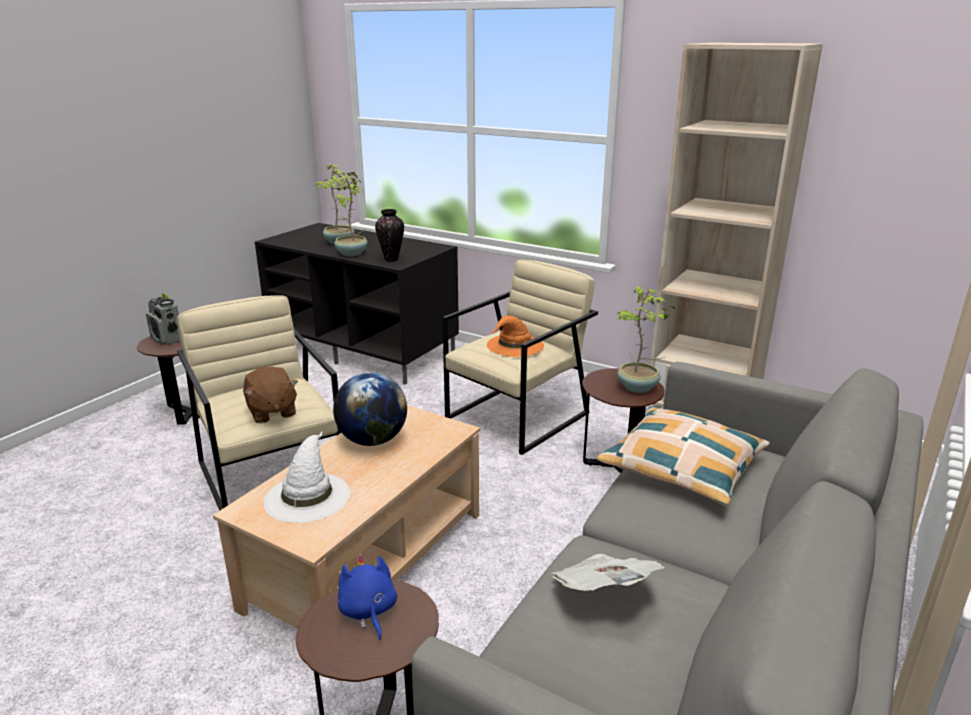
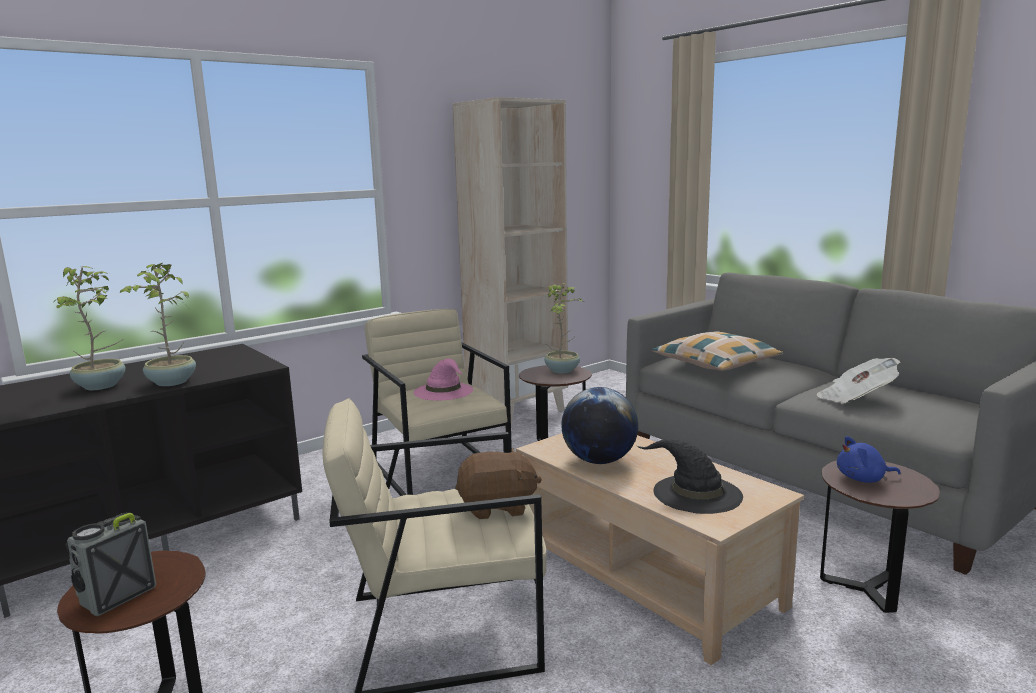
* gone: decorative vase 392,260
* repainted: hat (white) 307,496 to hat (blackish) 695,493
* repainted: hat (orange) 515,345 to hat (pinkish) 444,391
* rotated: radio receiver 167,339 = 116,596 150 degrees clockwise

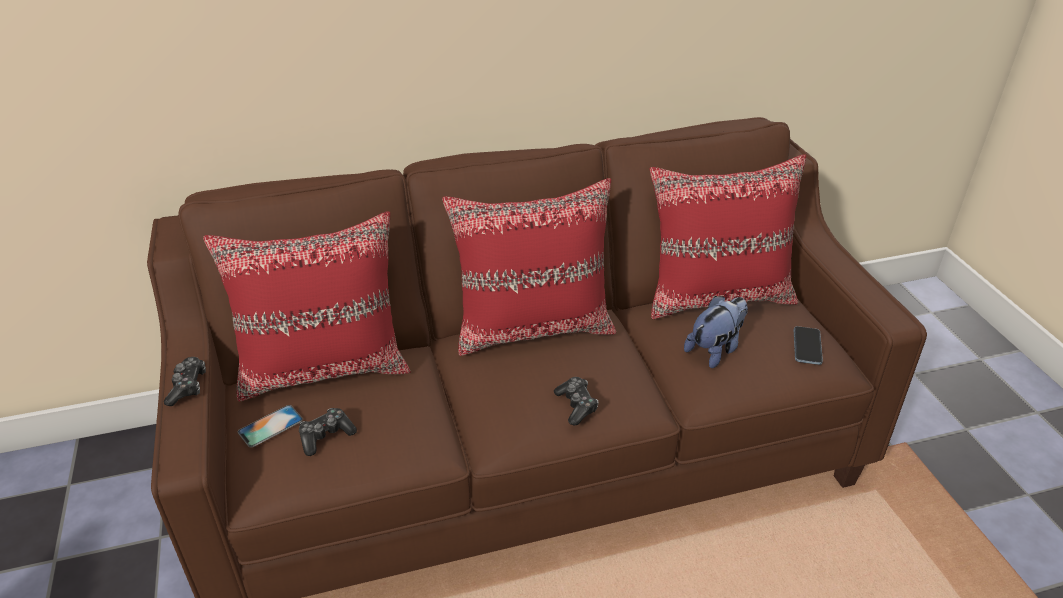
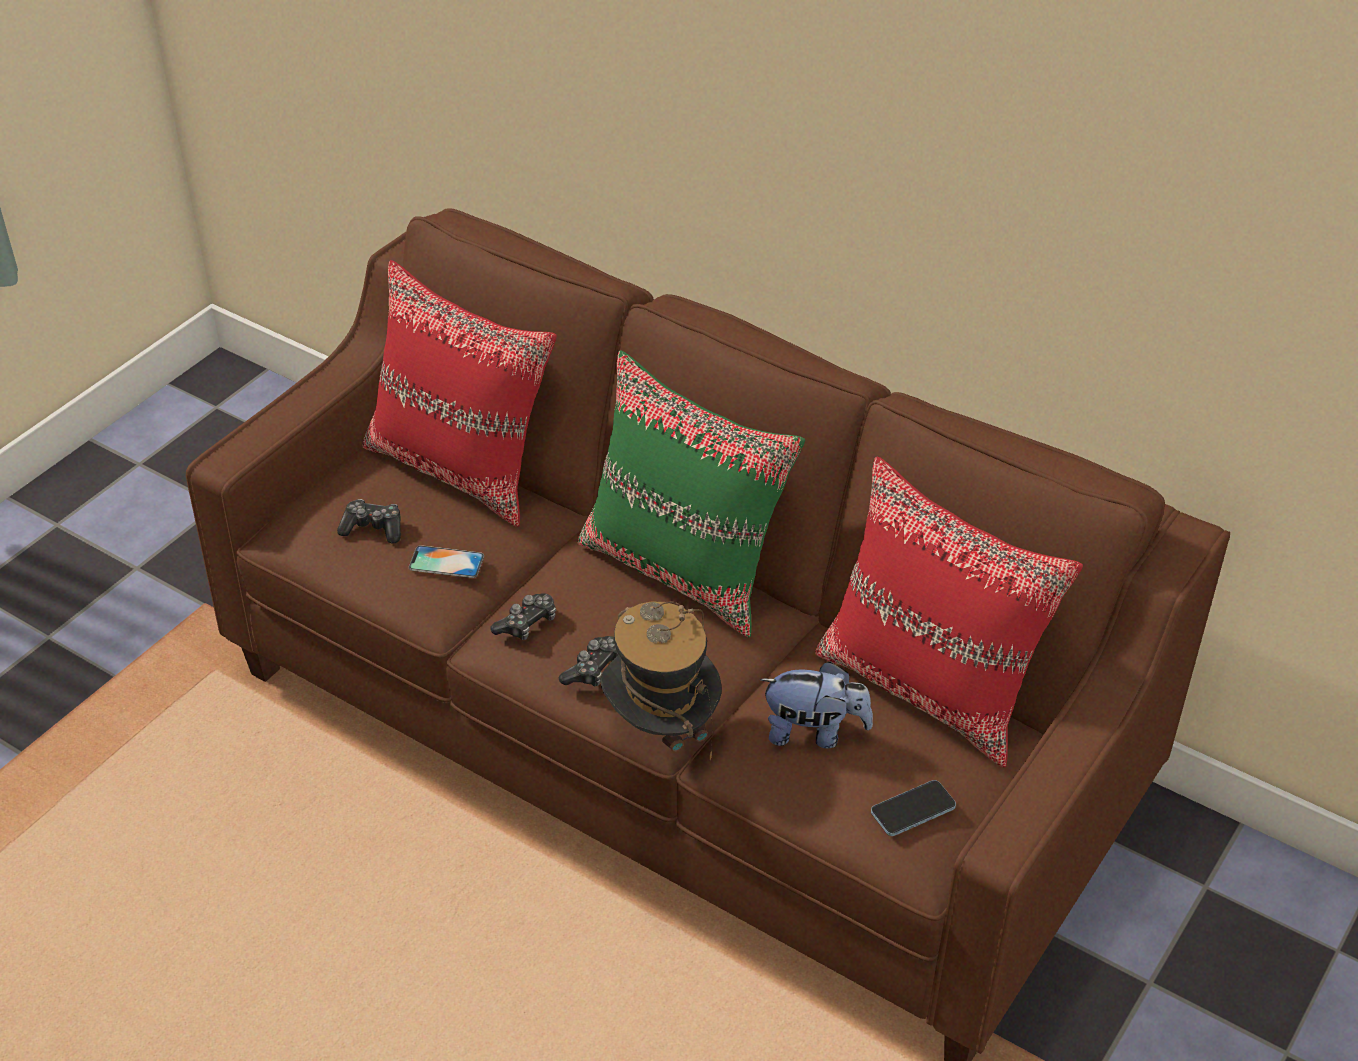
* new: hat 661,731
* shifted: game controller 187,387 to 527,624
* shifted: phone 270,426 to 446,562
* repainted: cushion (red) 533,328 to cushion (green-coloured) 684,570

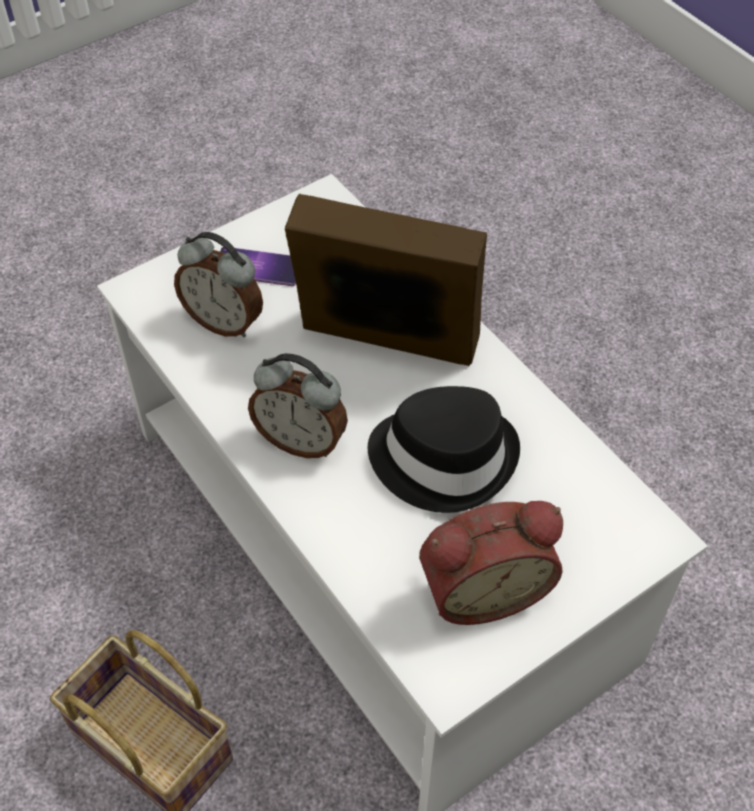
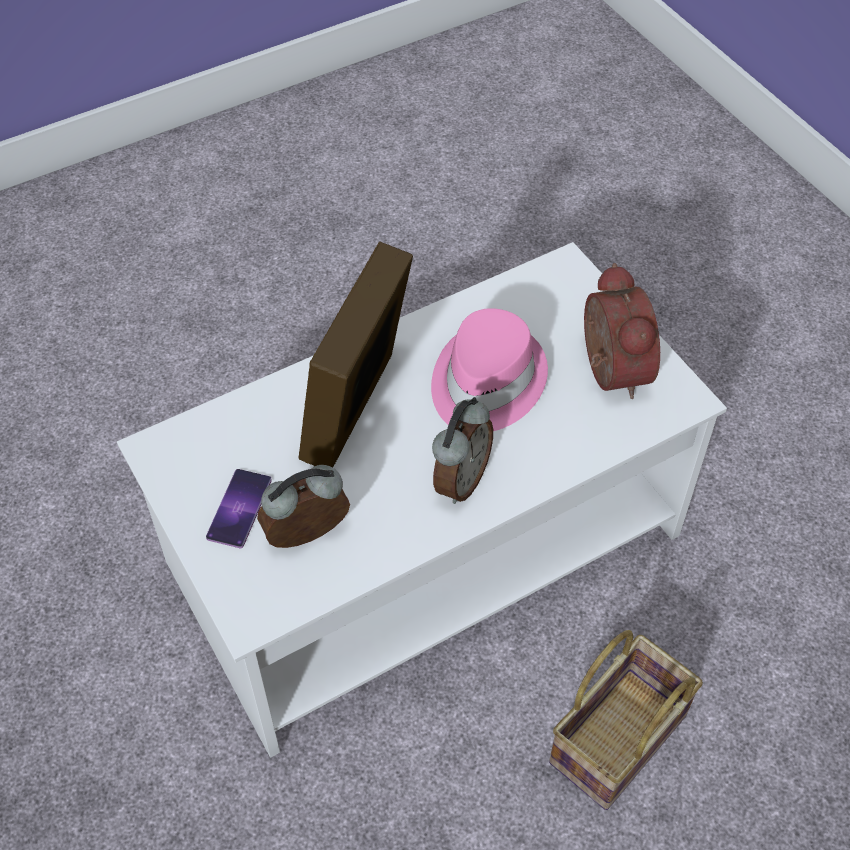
* repainted: hat (blackish) 444,457 to hat (pinkish) 485,382
* rotated: alarm clock 224,321 = 308,538 150 degrees counterclockwise

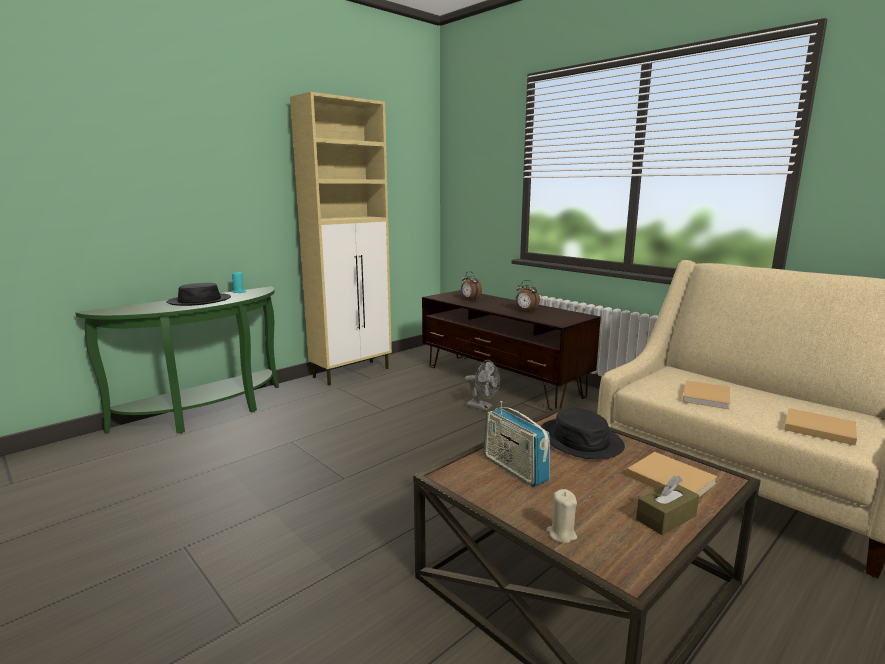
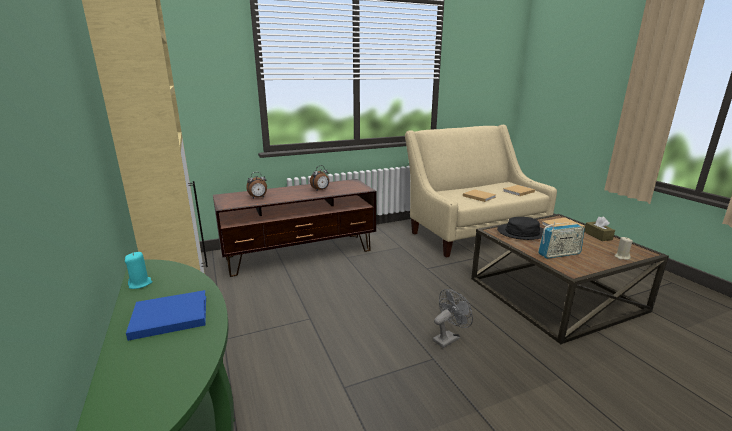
* shifted: fan (grey) 483,407 to 448,338
* swapped: hat (blackish) 199,301 to bound book (blue-coloured) 167,317

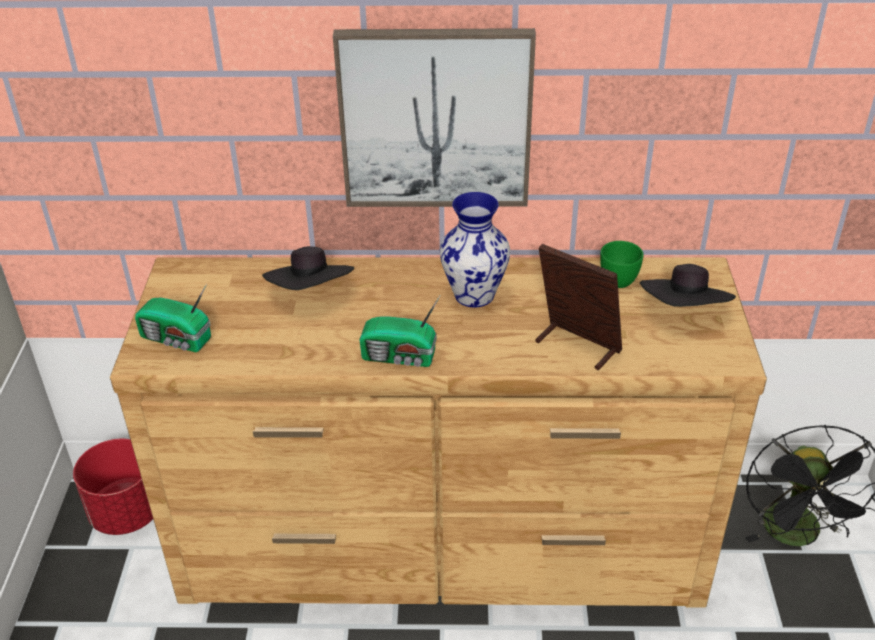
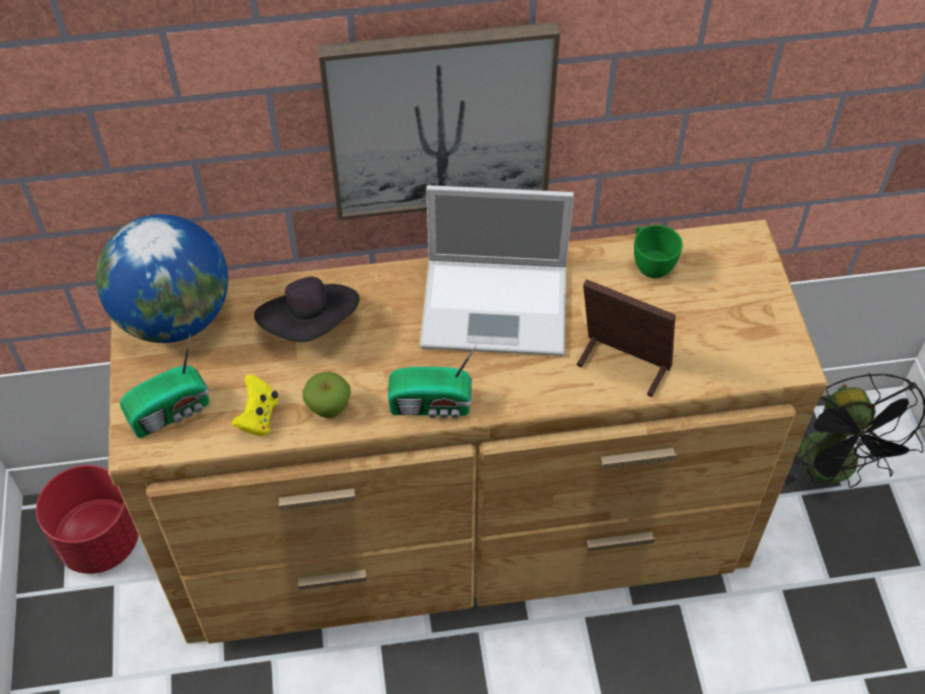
* gone: hat (blackish) 684,311
* new: desk globe 174,317
* new: game controller (yellowish) 258,417
* new: whole apple 329,408
* swapped: decorative vase 475,295 to portable computer 498,306
* rotated: radio receiver 177,339 = 172,412 45 degrees counterclockwise

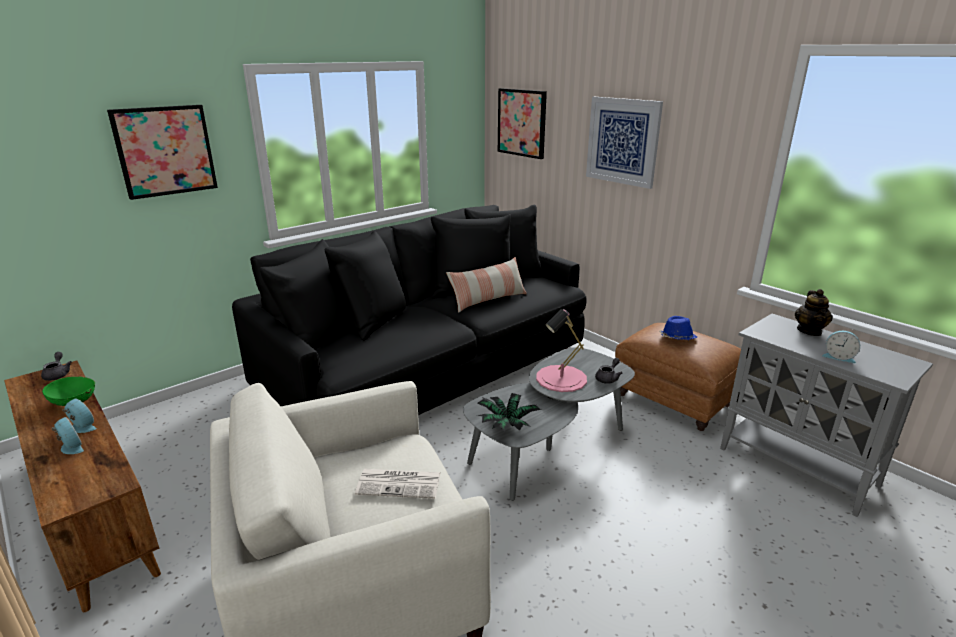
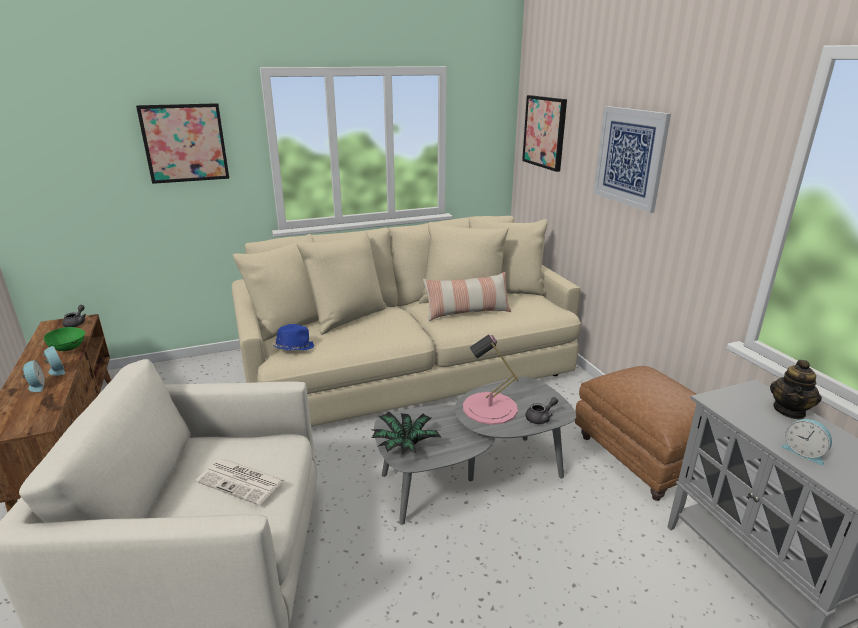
* shifted: hat (blue-coloured) 677,338 to 293,348
* repainted: settee (blackish) 428,363 to settee (beige-coloured) 408,366

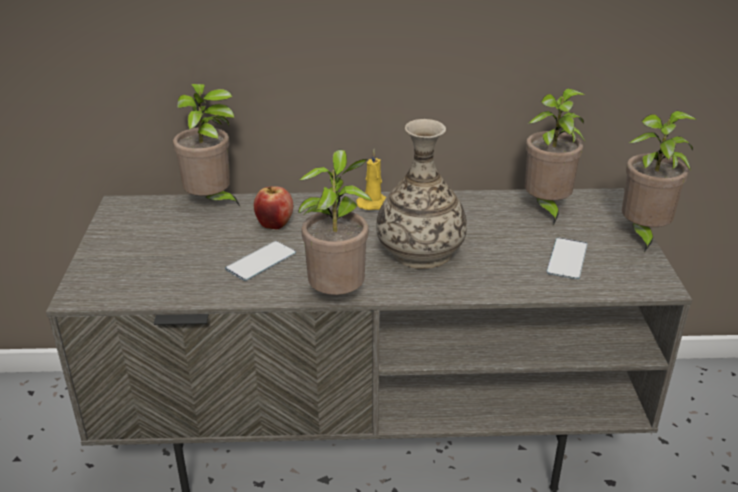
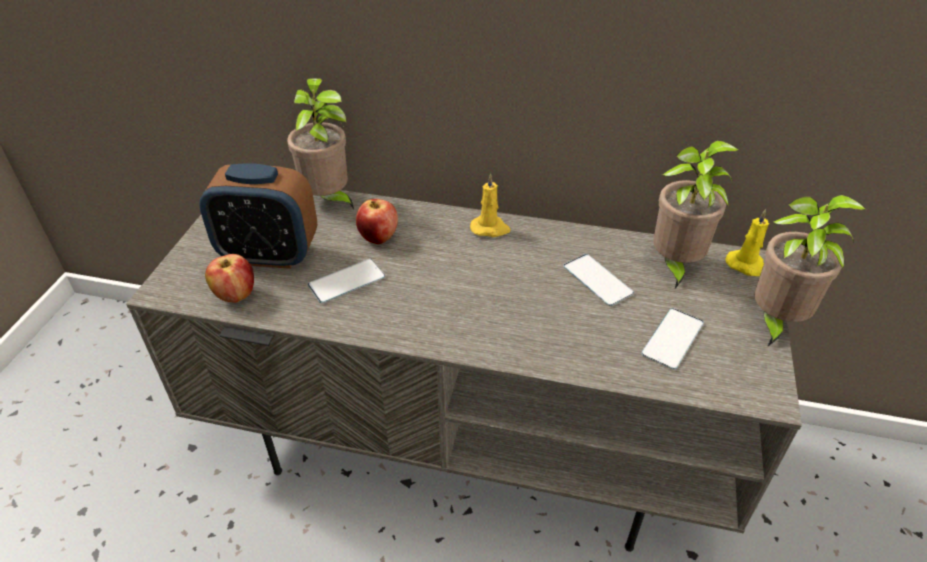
* gone: potted plant 338,296
* gone: decorative vase 421,252
* new: alarm clock 269,255
* new: whole apple 236,295
* new: phone 597,280
* new: wax light (yellowish) 747,265

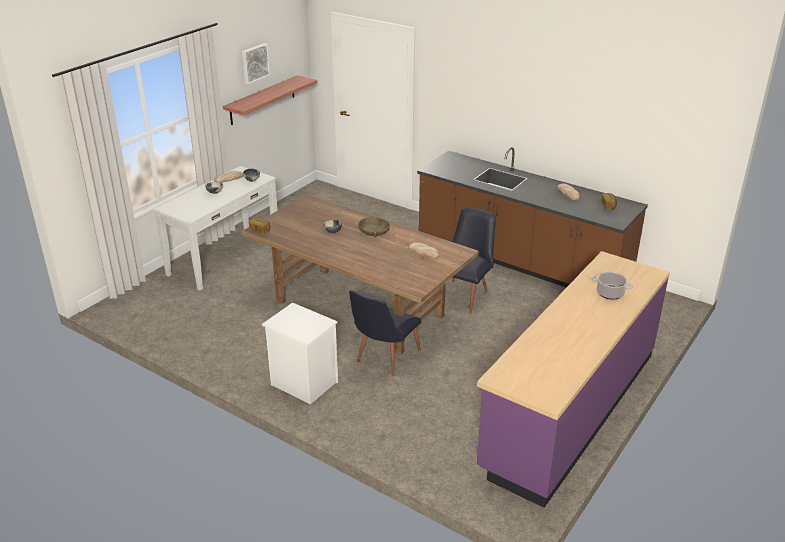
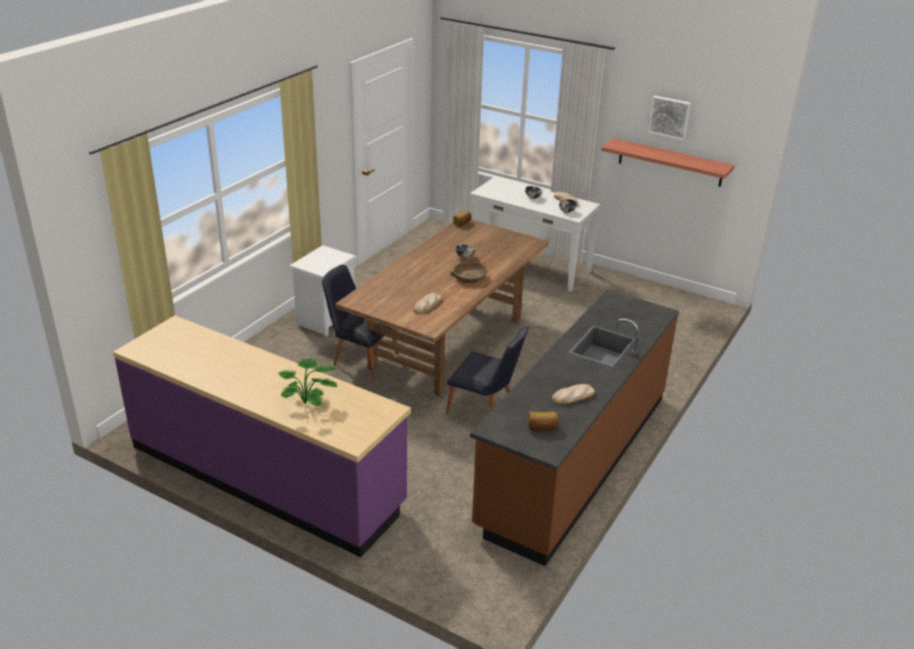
* swapped: saucepot 610,293 to potted plant 309,402

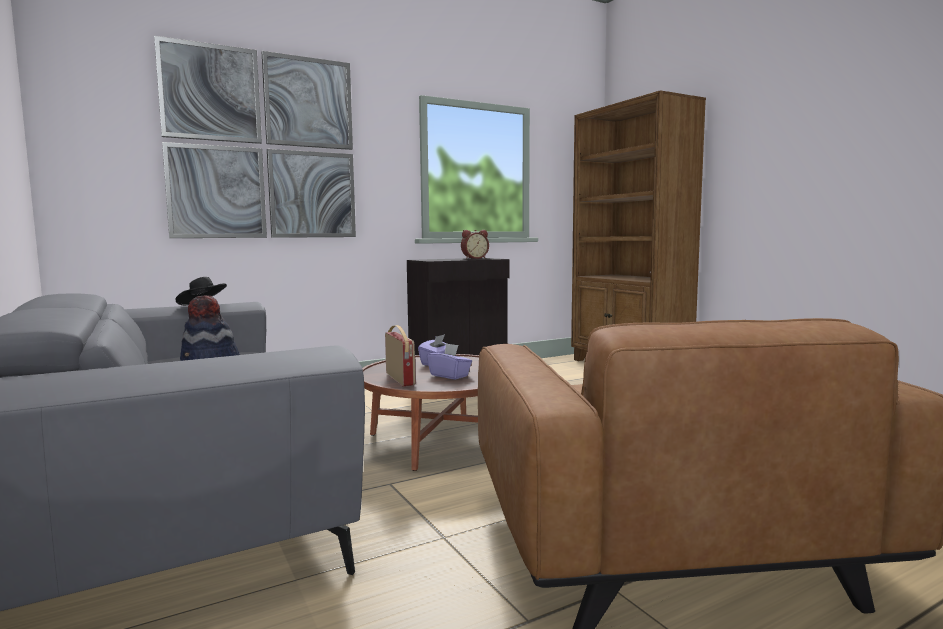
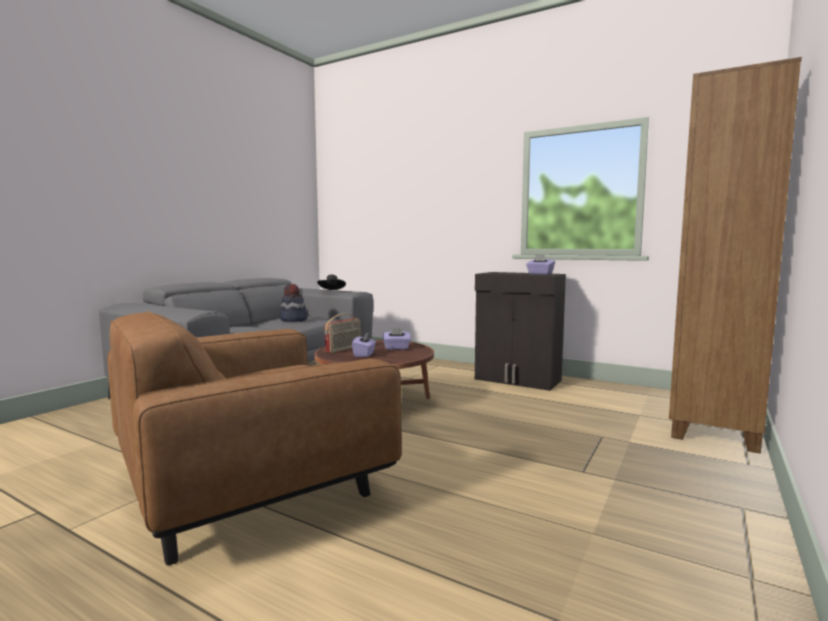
* gone: picture 263,146
* swapped: alarm clock 474,258 to tissue box (purplish) 540,274

